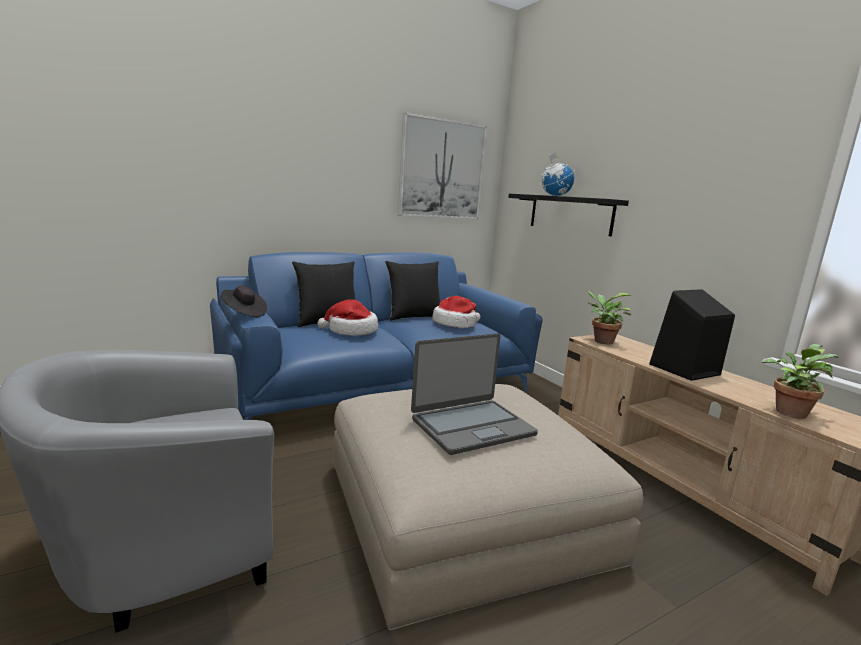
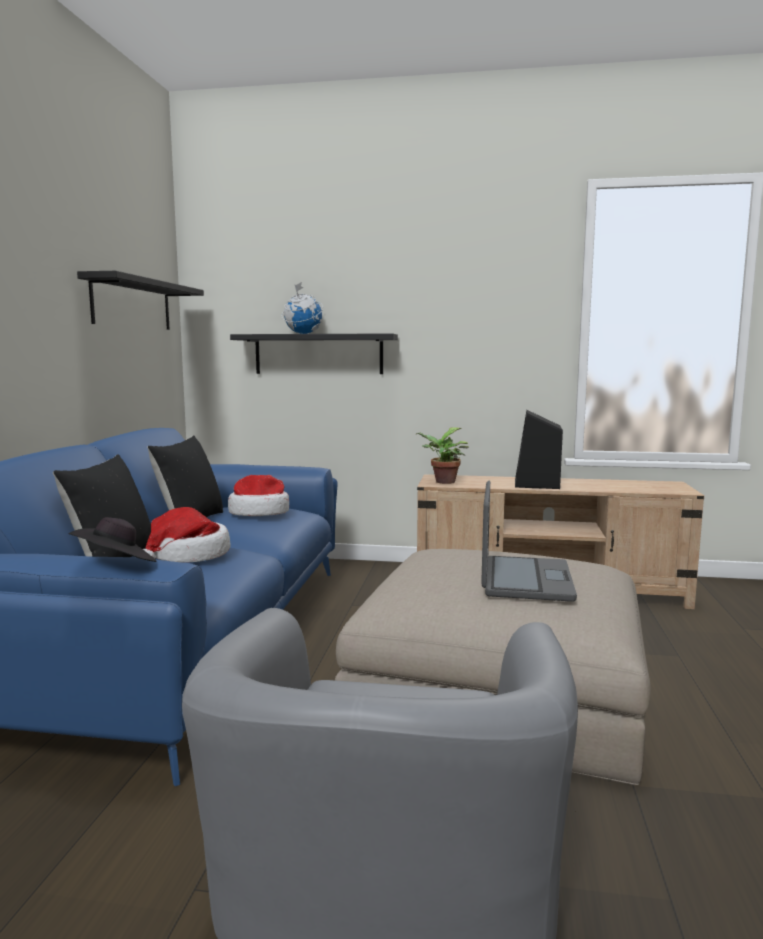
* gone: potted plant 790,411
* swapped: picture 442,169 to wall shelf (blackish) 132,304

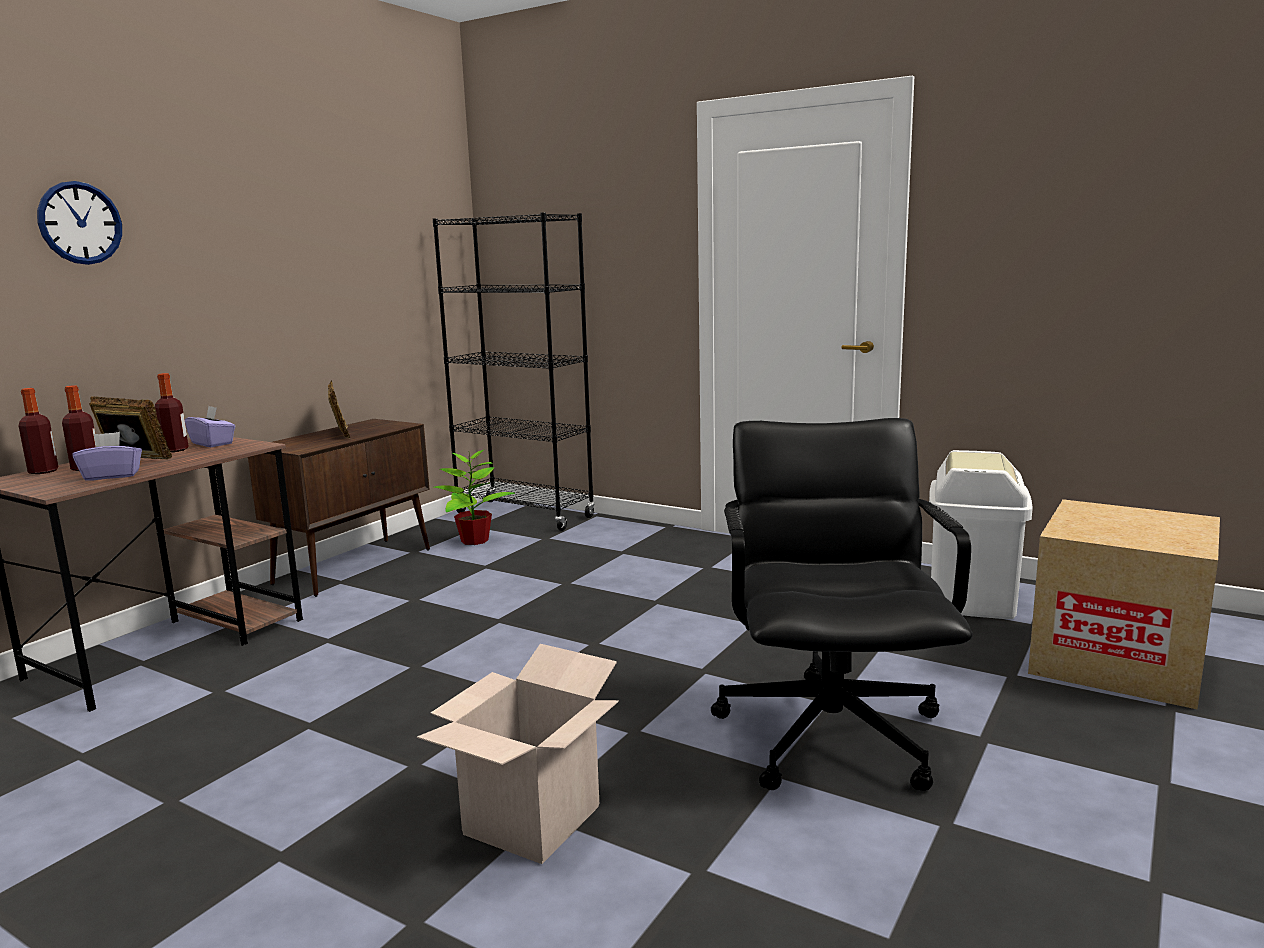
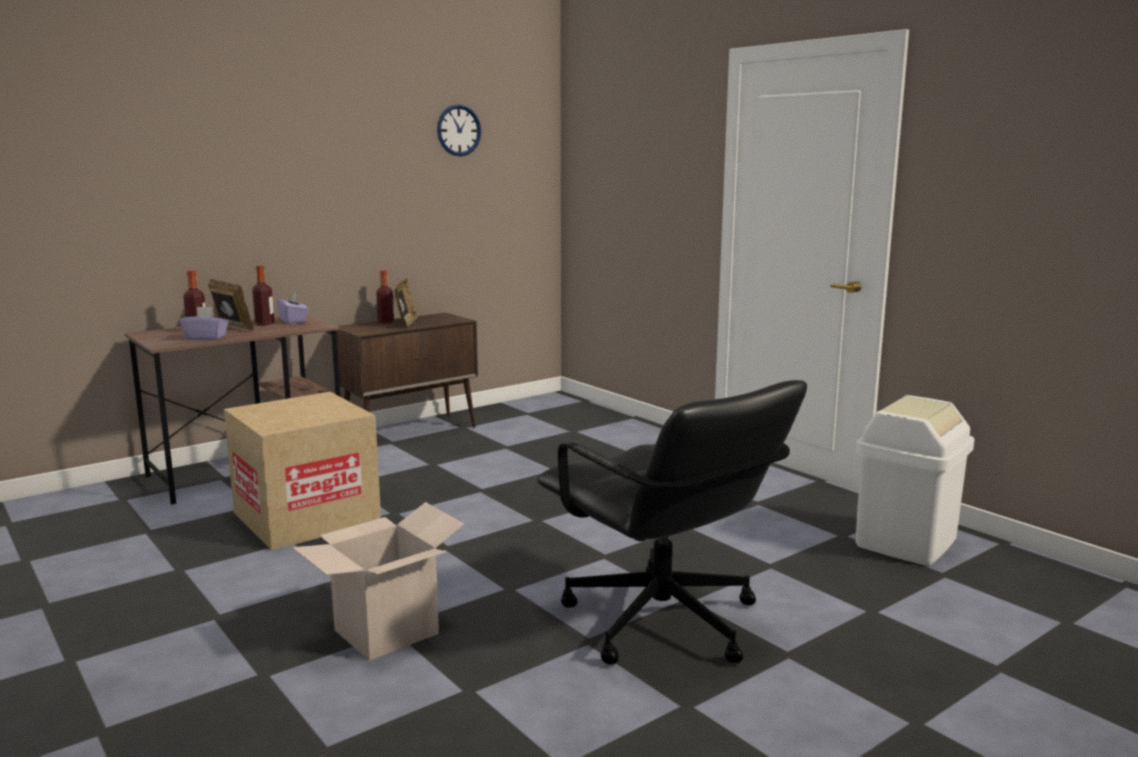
* gone: bookcase (blackish) 525,515
* gone: potted plant 474,541
* shifted: beverage bottle 43,471 to 386,322
* shifted: hanging clock 80,223 to 458,130
* shifted: carton 1116,661 to 306,517
* rotated: office chair (blackish) 832,733 = 662,622 120 degrees clockwise

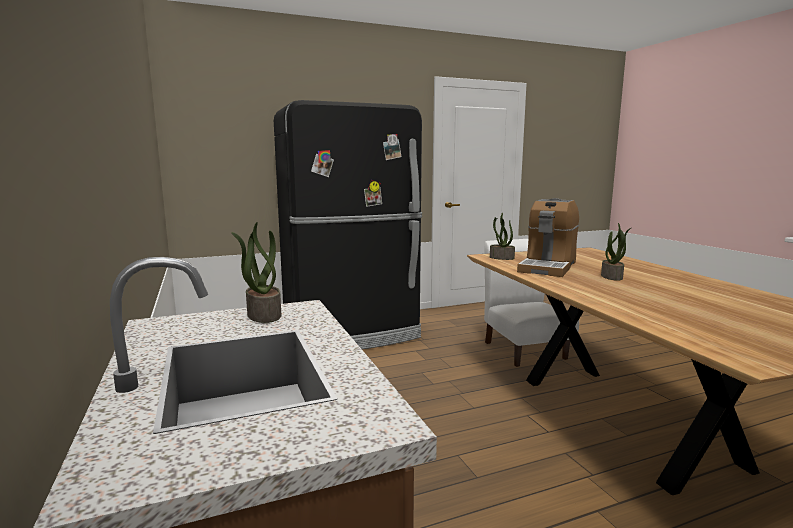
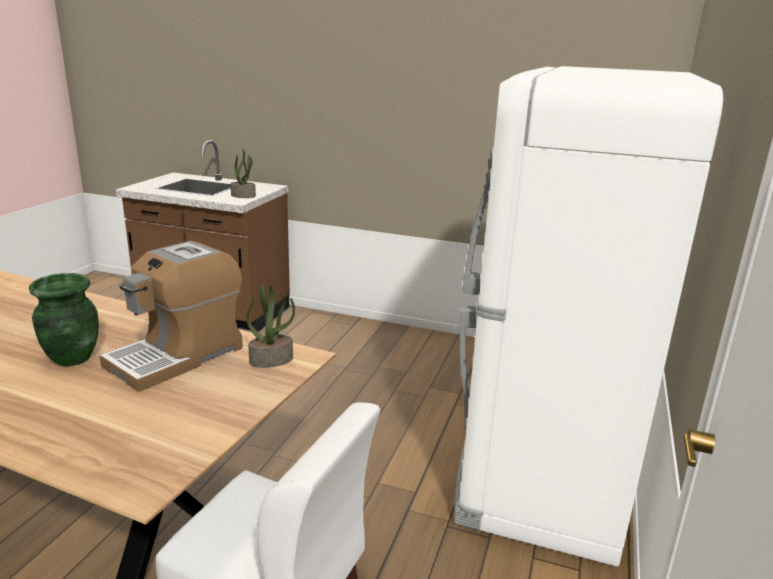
* swapped: potted plant 612,277 to decorative vase (green-coloured) 71,358
* repainted: kitchen fridge (blackish) 352,334 to kitchen fridge (white) 541,473
* rotated: coffee maker 548,267 = 177,356 120 degrees counterclockwise

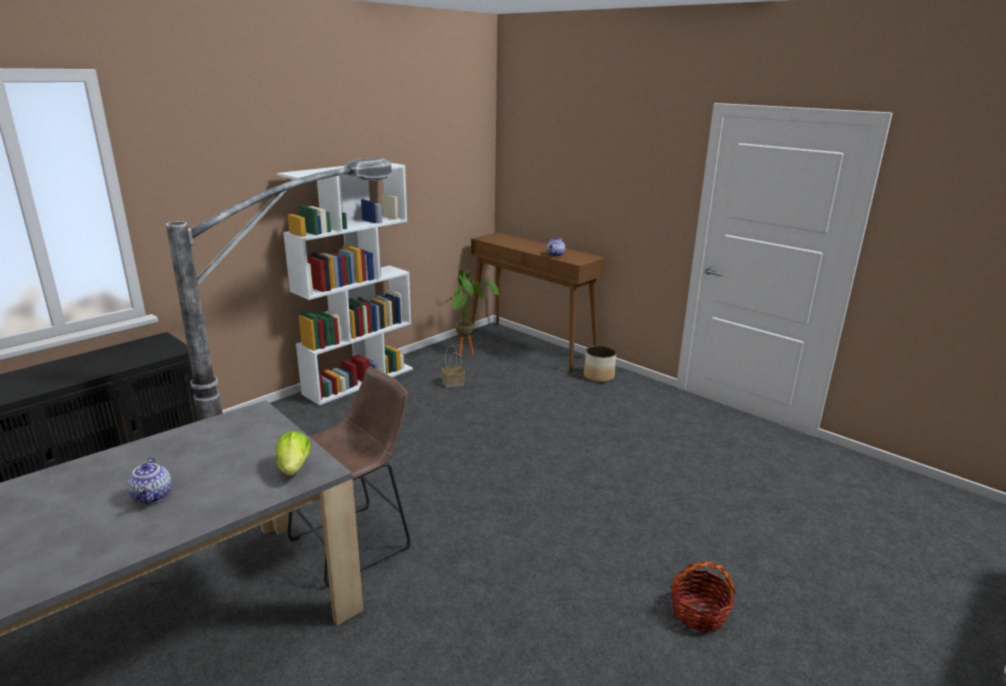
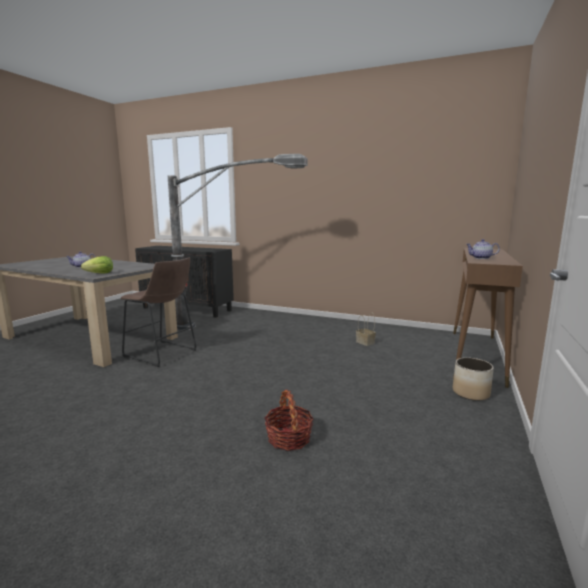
* gone: bookcase (white) 359,381
* gone: potted plant 467,352
* shifted: household basket 698,612 to 288,438

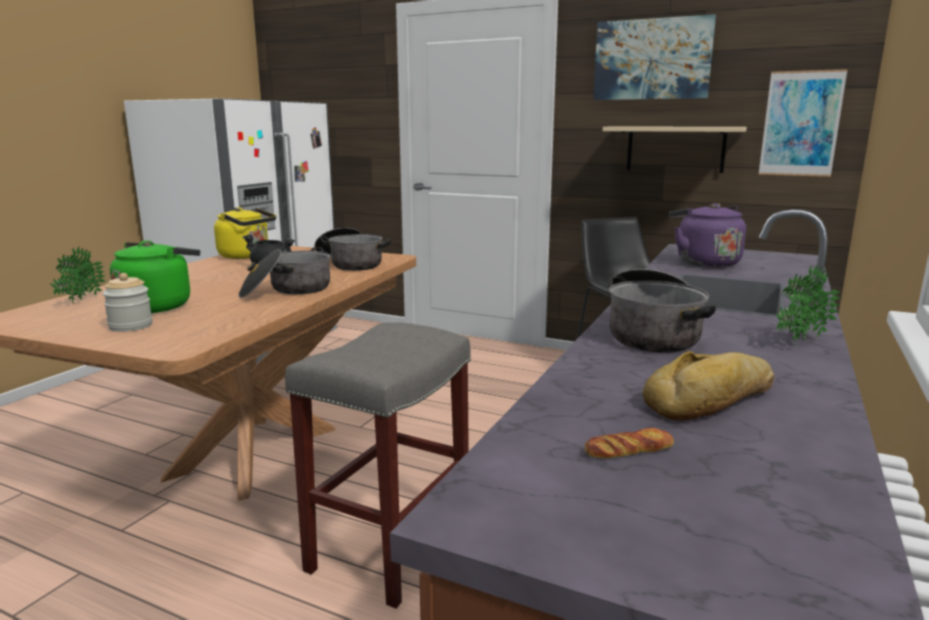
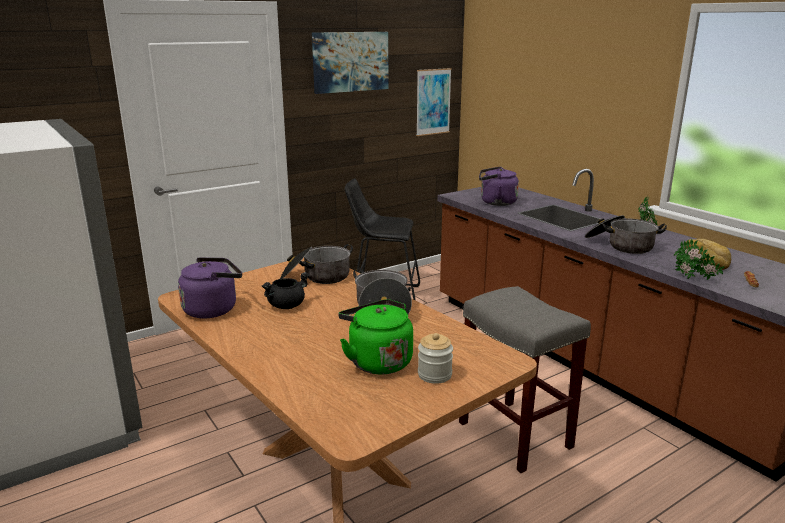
* gone: wall shelf (beige-coloured) 675,149
* shifted: potted plant 79,302 to 694,279
* repainted: tea kettle (yellowish) 247,256 to tea kettle (purplish) 213,309

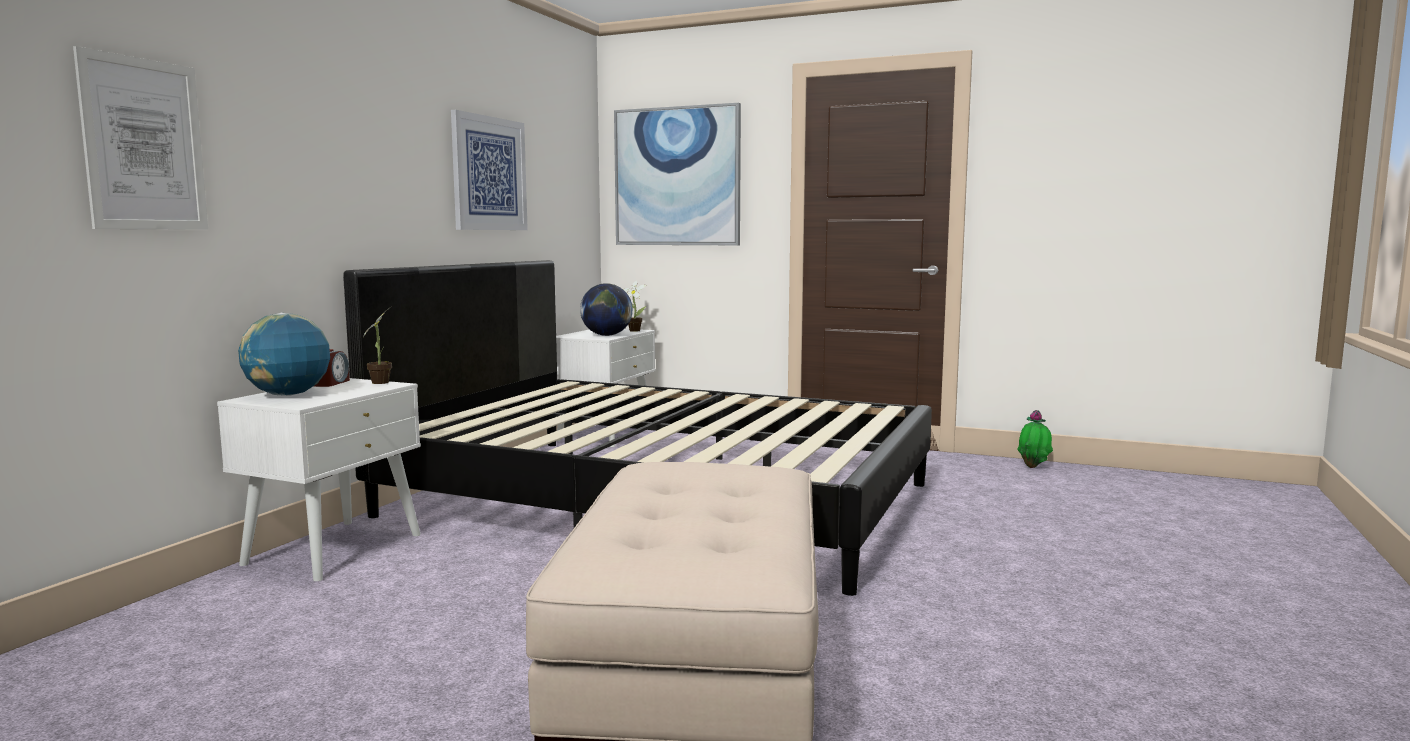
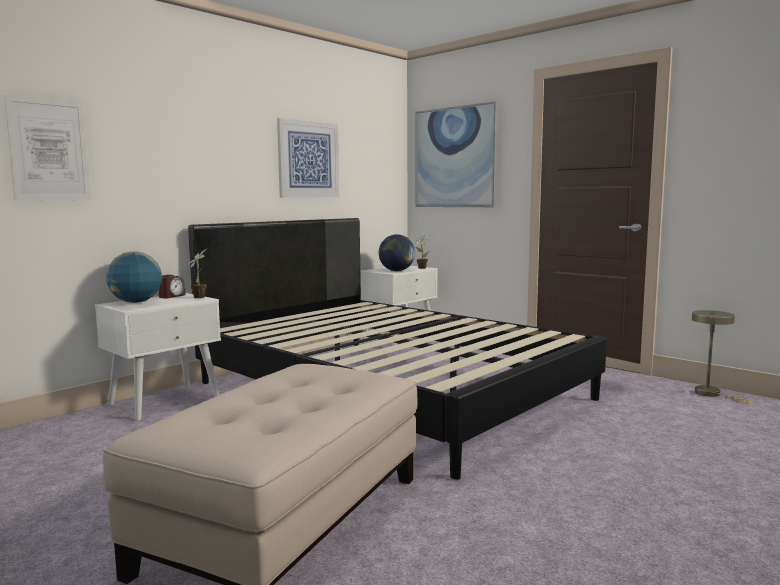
* swapped: potted plant 1034,467 to lamp for a table (beige-coloured) 712,394

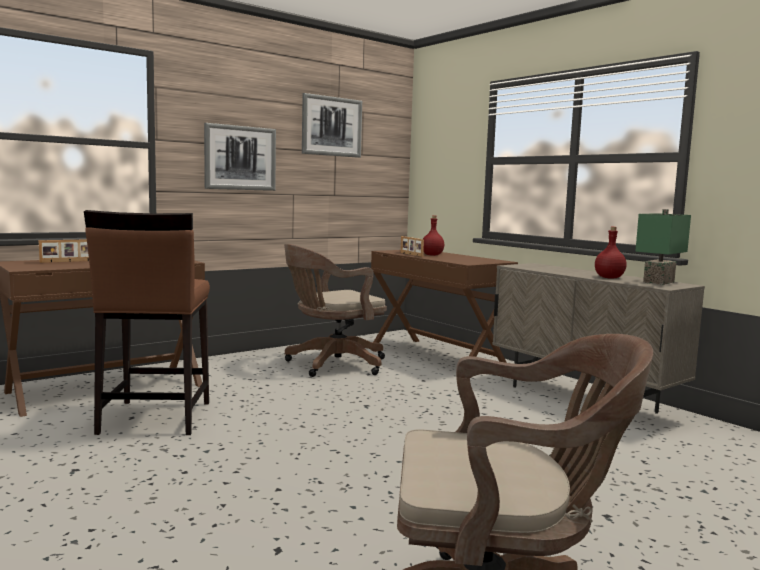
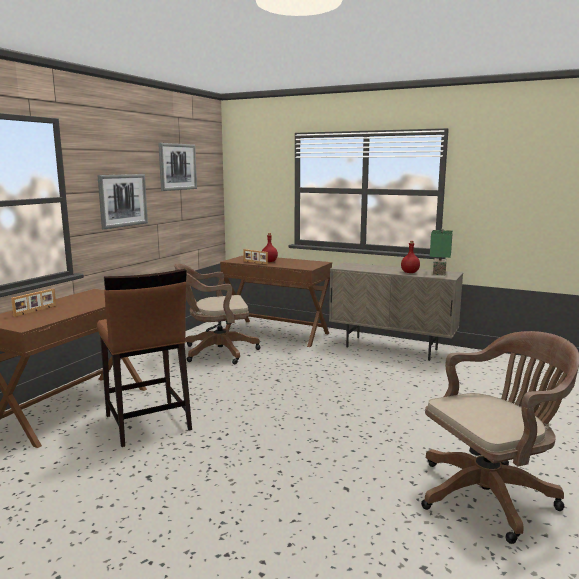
* rotated: office chair (brown) 332,365 = 216,352 45 degrees clockwise

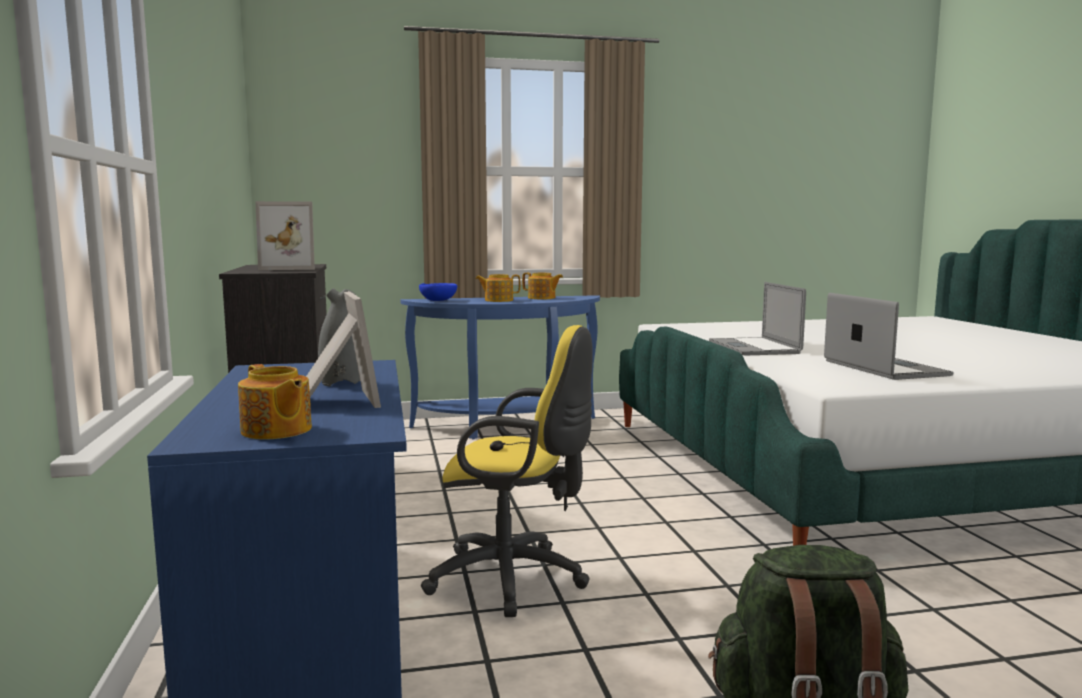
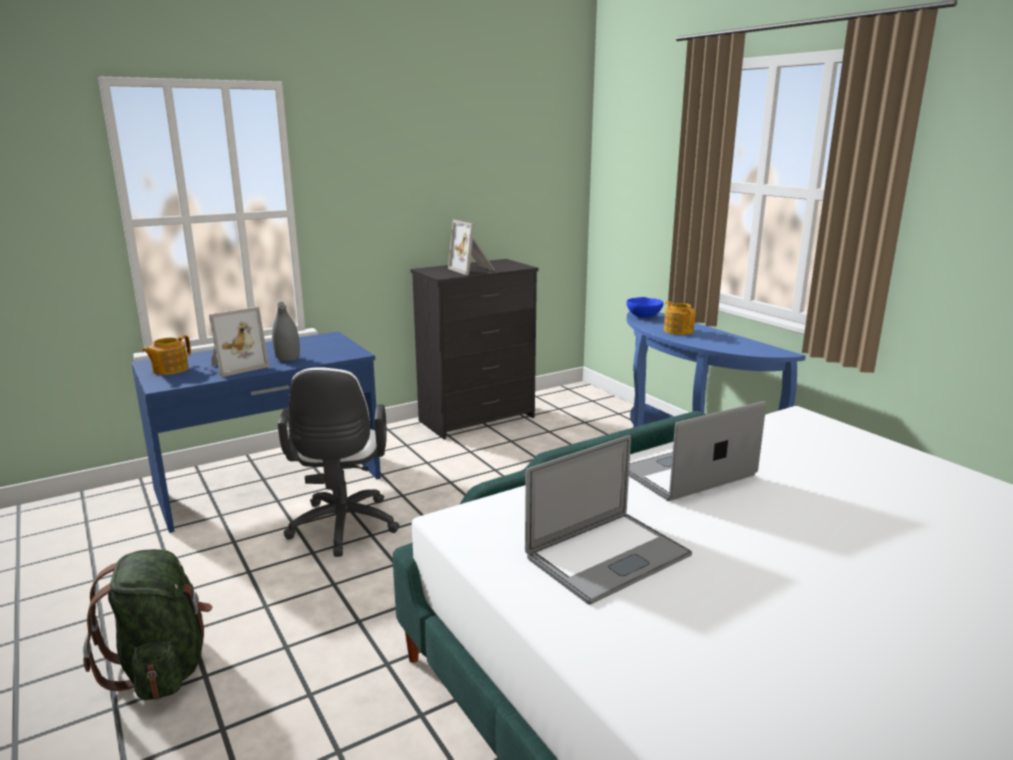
* gone: teapot 542,298
* repainted: office chair (yellowish) 515,580 to office chair (white) 342,529

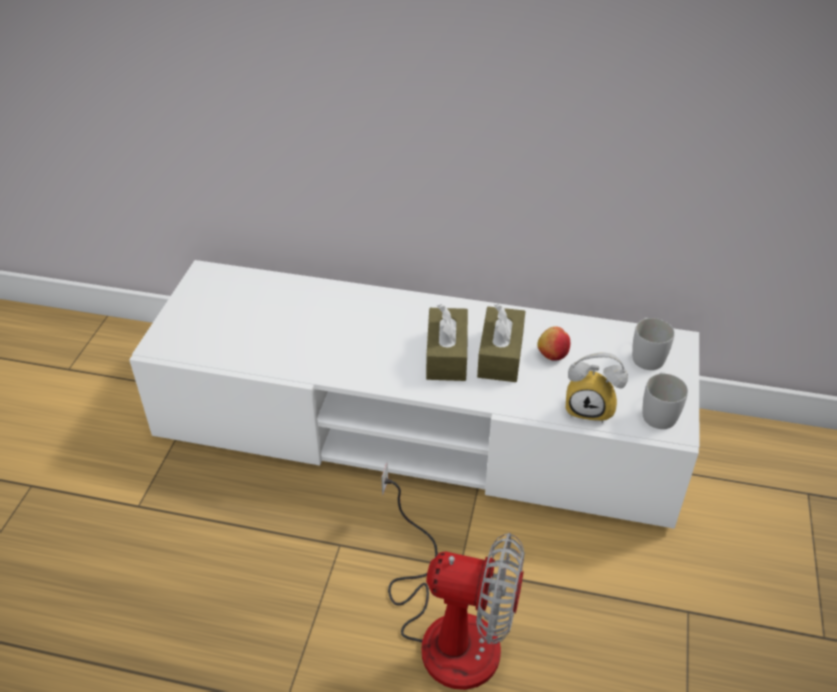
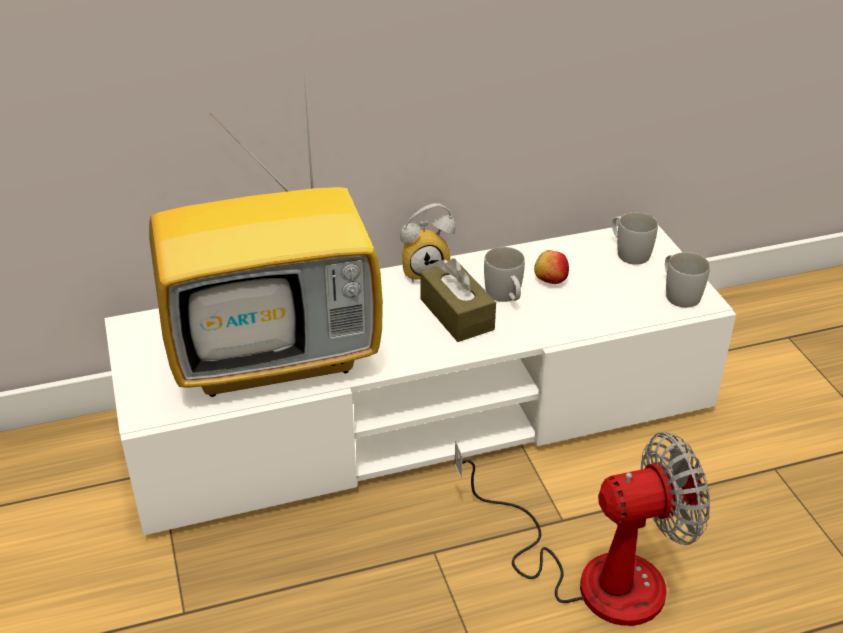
* new: television 277,355
* shifted: alarm clock 591,408 to 425,270
* swapped: tissue box (brown) 500,355 to mug (white) 505,297

